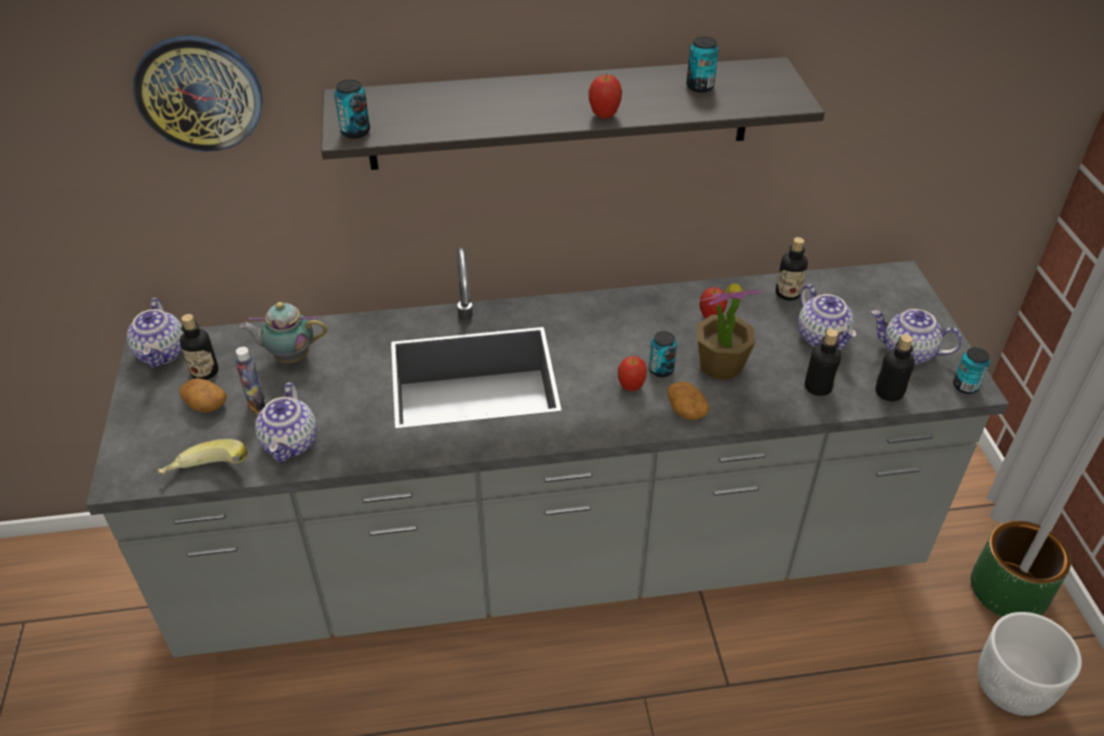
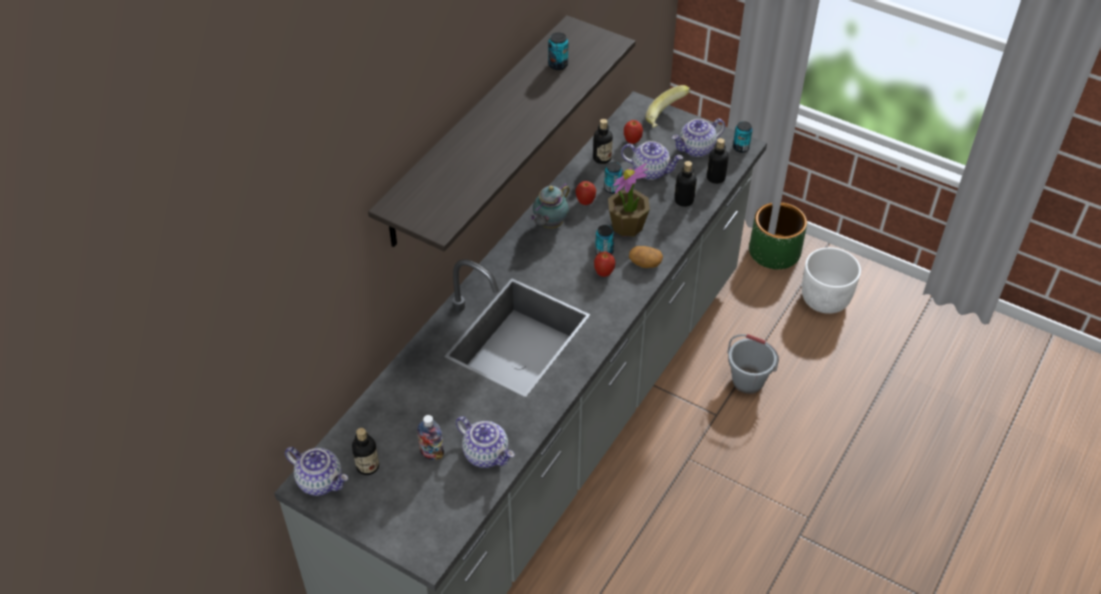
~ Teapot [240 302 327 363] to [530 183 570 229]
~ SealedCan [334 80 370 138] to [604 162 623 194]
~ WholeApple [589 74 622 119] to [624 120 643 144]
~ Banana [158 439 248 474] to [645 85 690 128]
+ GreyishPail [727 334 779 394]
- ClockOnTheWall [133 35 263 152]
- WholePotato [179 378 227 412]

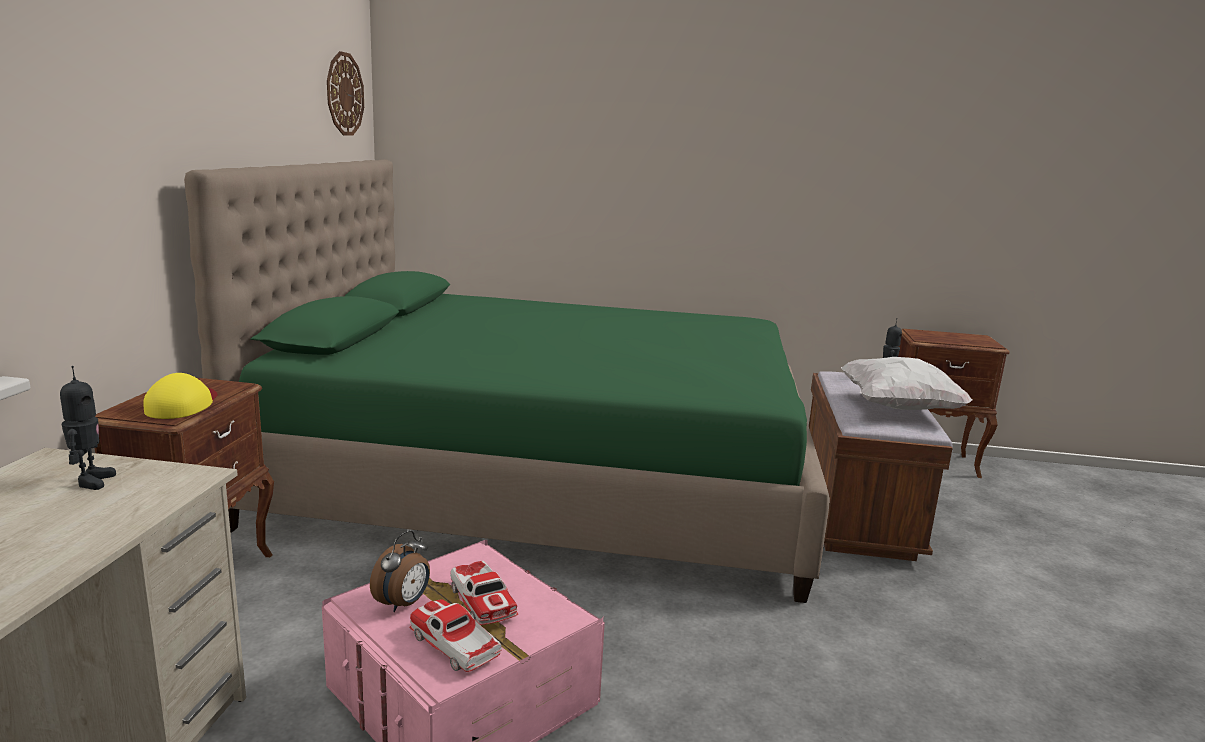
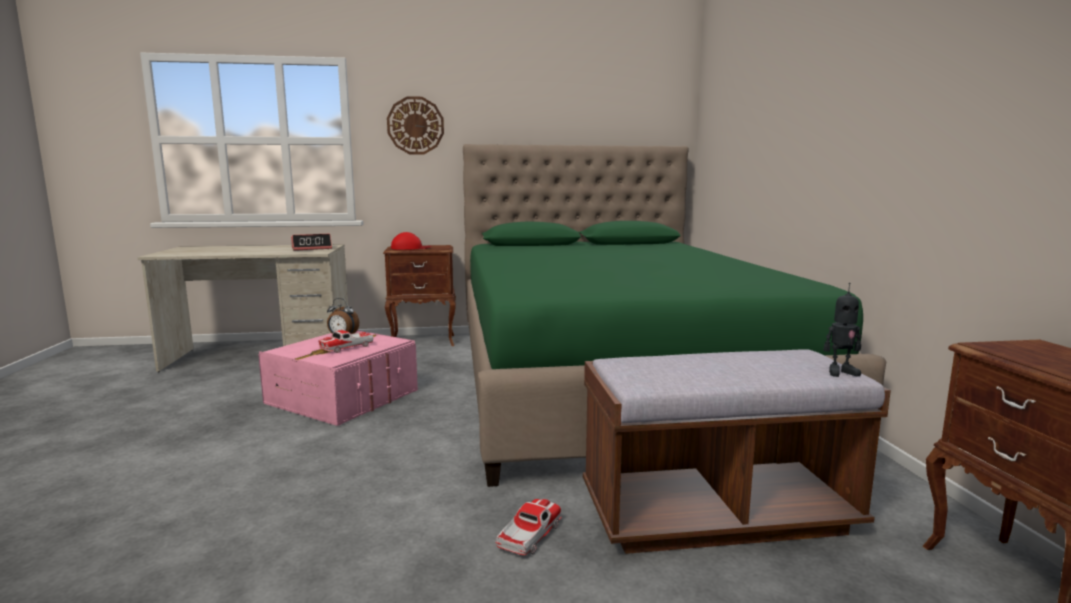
~ RobotFigure [60 366 116 490] to BedsideClock [291 234 332 251]
~ ClockOnTheWall [327 51 364 136] to [387 96 444 154]
~ YellowPeakedCap [143 373 217 419] to ReddishPeakedCap [391 232 431 250]
~ MiniatureCar [409 599 502 672] to [495 499 562 555]
- WhitishCushion [841 357 973 410]

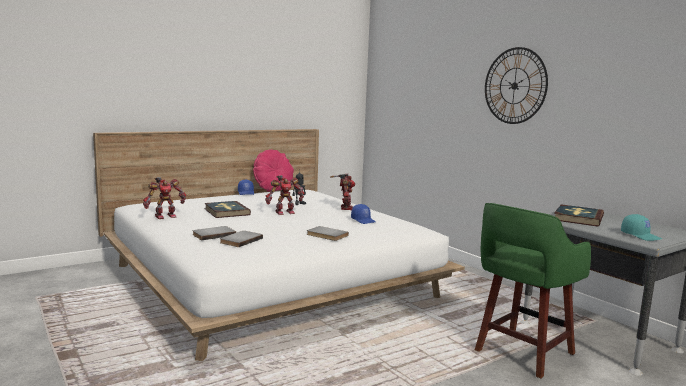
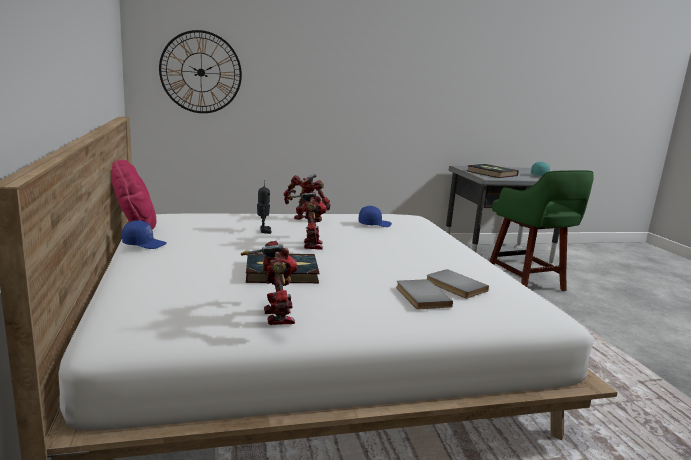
~ ClockOnTheWall [485 47 548 124] to [159 30 242 113]
- GreyishBook [307 226 349 241]

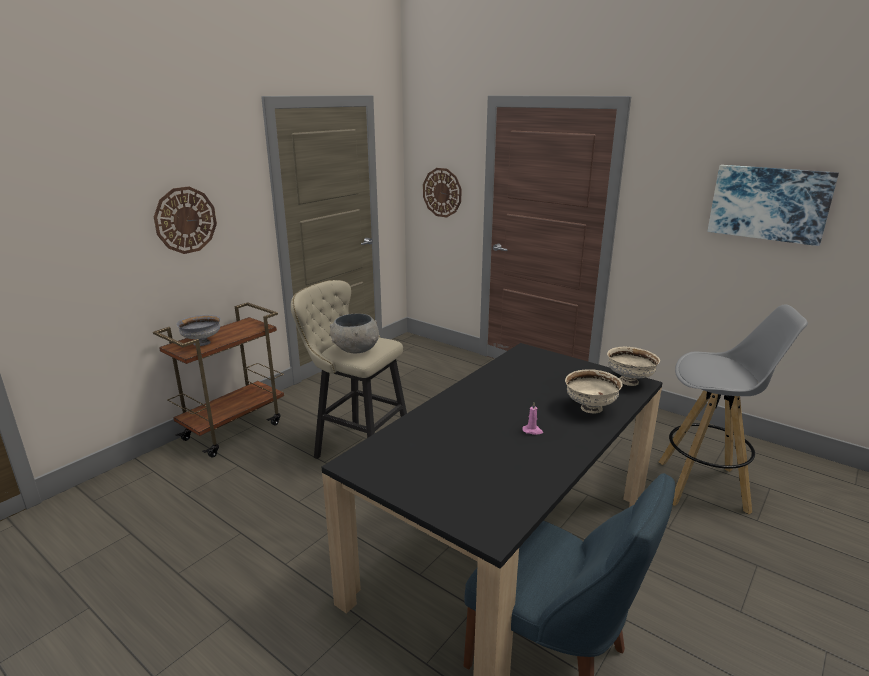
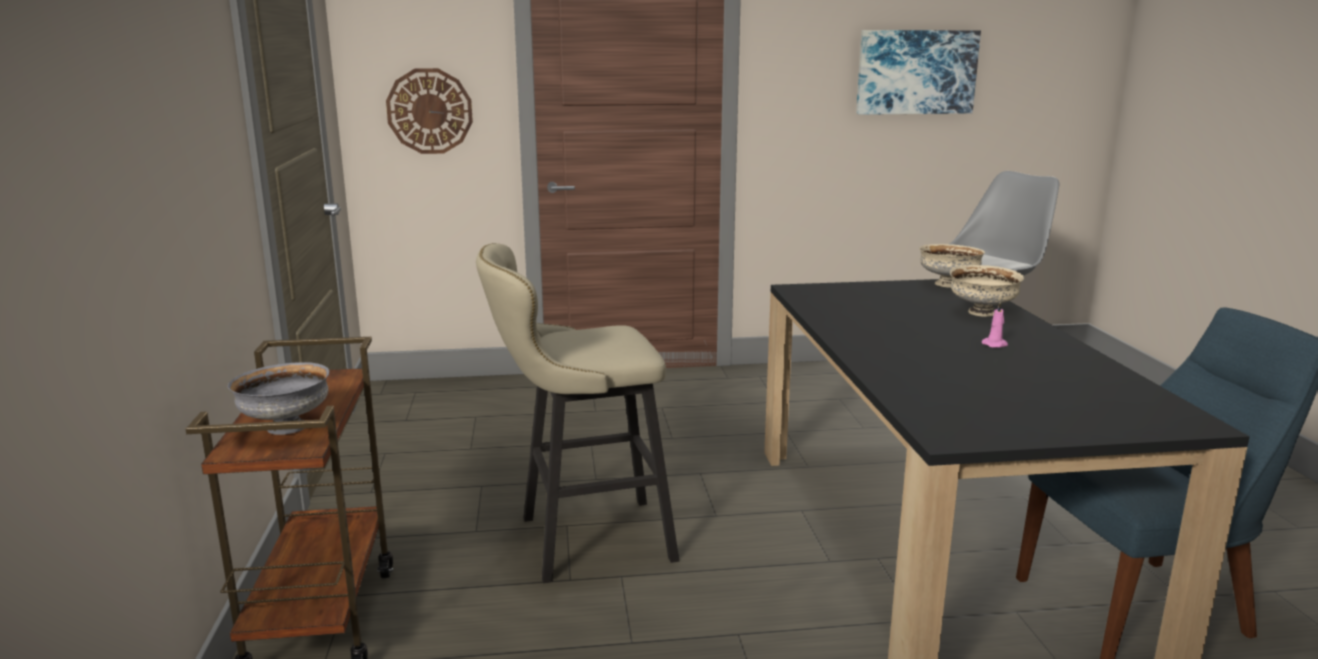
- ClockOnTheWall [154 186 217 254]
- GreyishServingBowl [330 314 379 353]

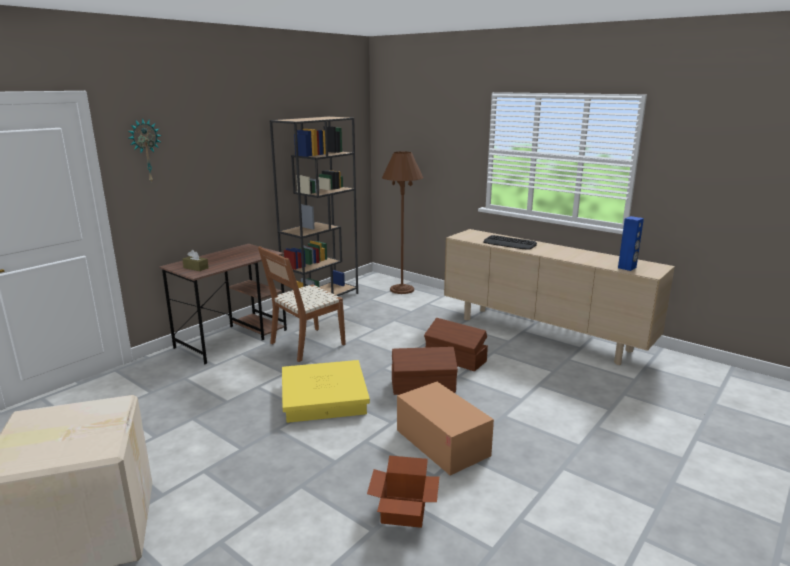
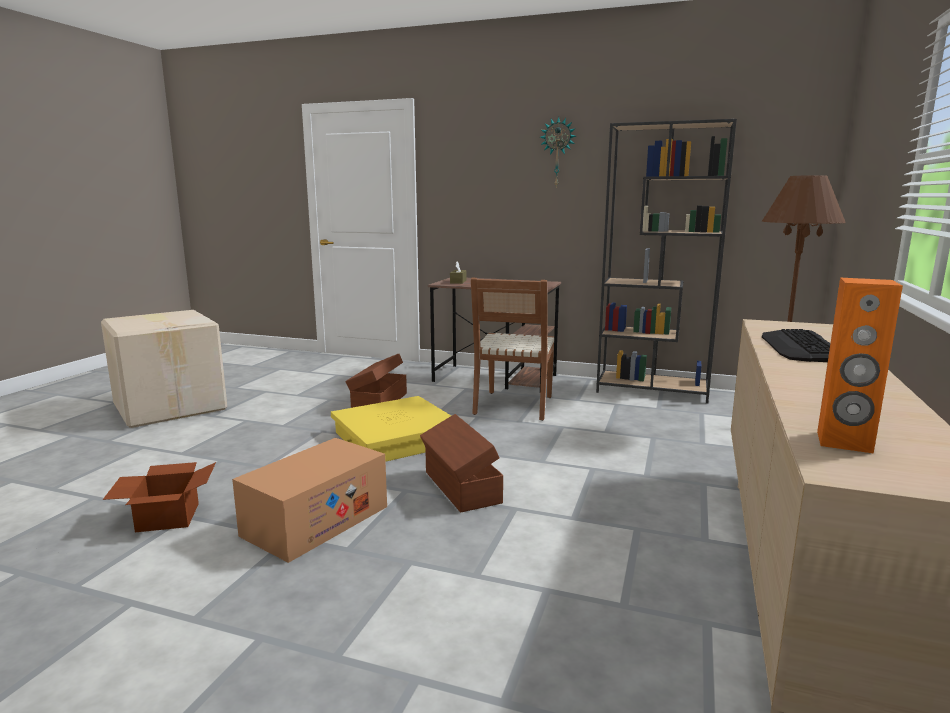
~ BrownishStorageBox [424 318 488 371] to [345 354 407 408]
~ Chair [258 246 346 362] = [471 278 554 421] 105 degrees counterclockwise
~ ClockOnTheWall [129 118 162 183] to [540 117 576 187]
~ BlueColouredAudioSpeaker [618 216 644 271] to OrangeyAudioSpeaker [817 278 903 453]

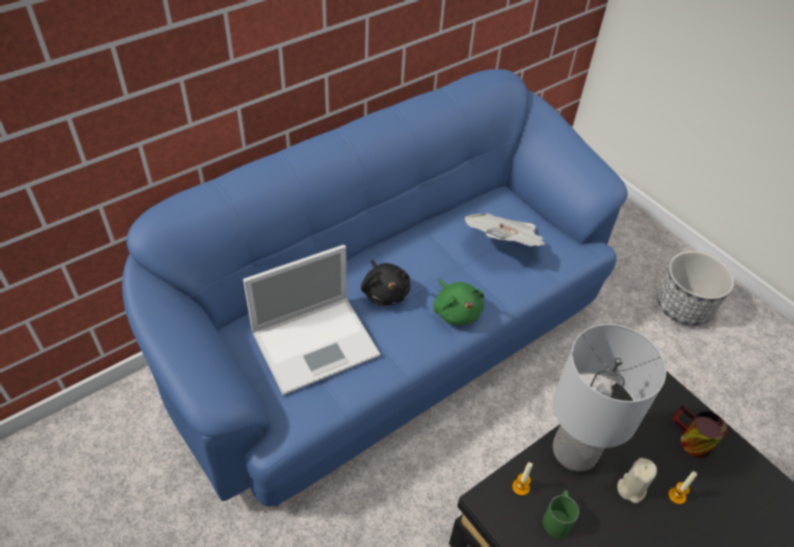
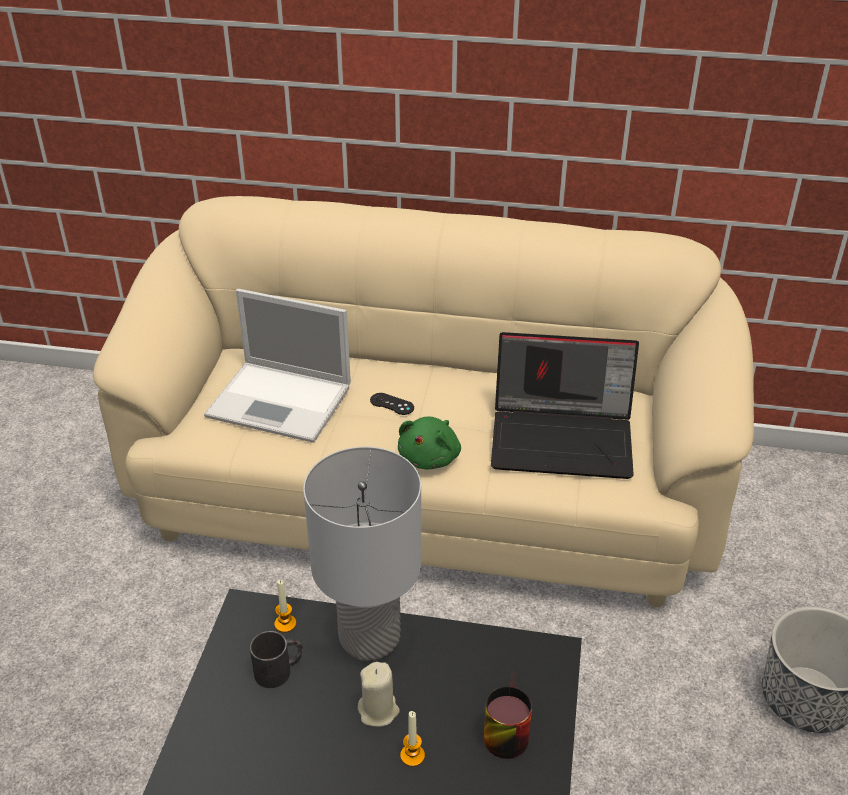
~ BlueColouredSettee [122 69 628 506] to SandColouredSettee [93 196 754 607]
~ GreenishCoffeeMug [543 490 579 538] to BlackishCoffeeMug [250 631 303 688]
~ BlackishSoftToy [361 260 410 305] to BlackishGameController [370 393 414 415]
~ DailyPaper [465 213 545 246] to Laptop [491 332 639 479]

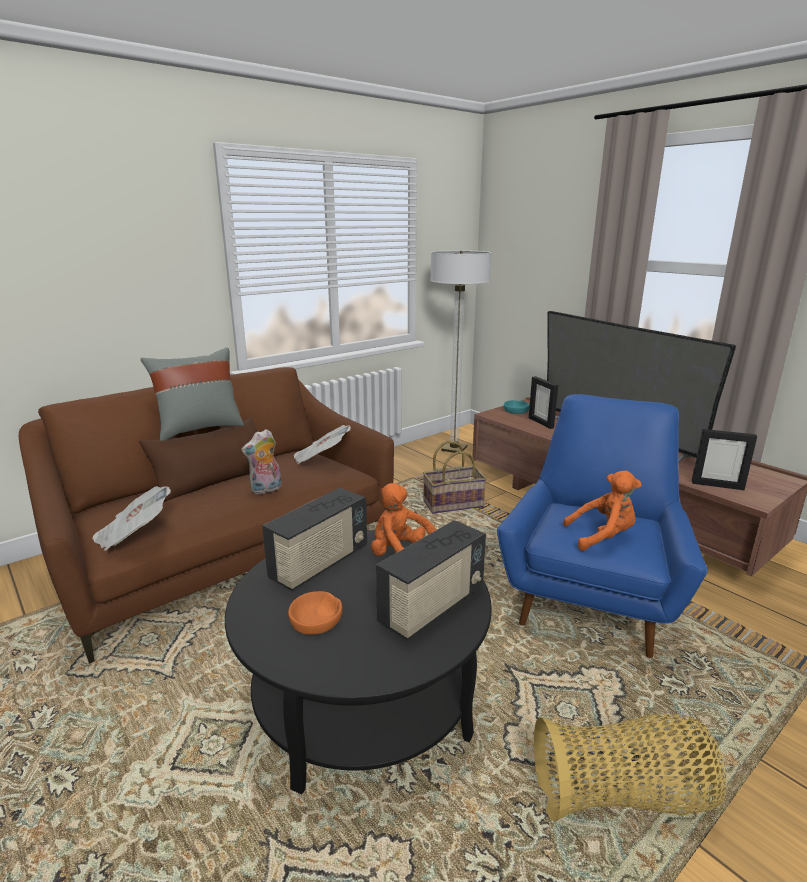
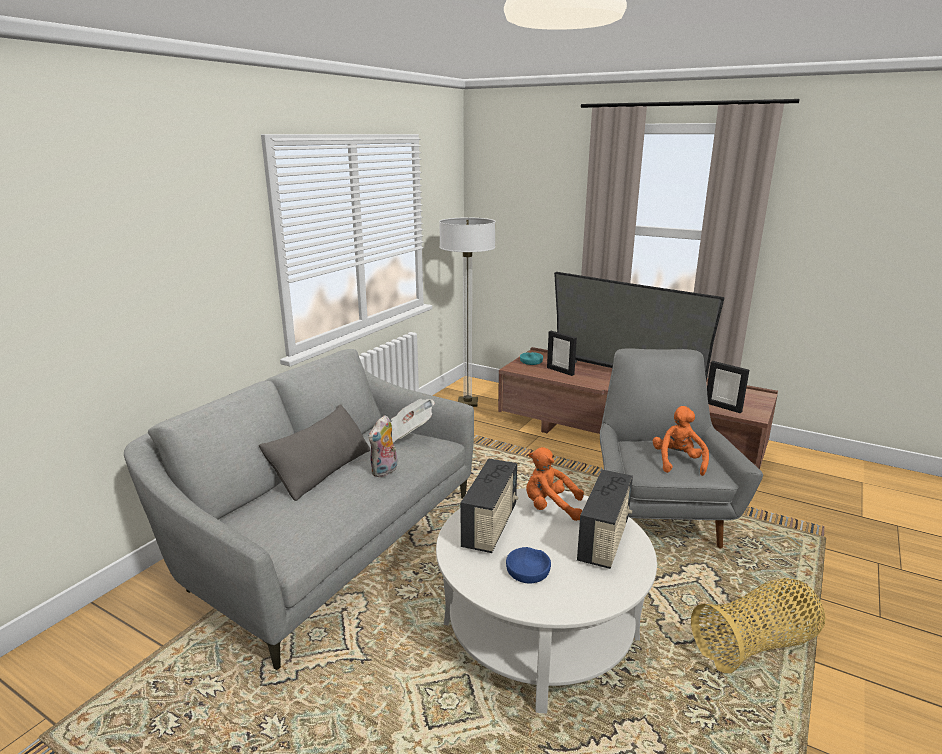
~ BrownishSettee [19 367 394 664] to GreyishSettee [124 349 474 670]
~ BlackishLoungeTable [225 530 492 795] to WhitishLoungeTable [436 488 657 713]
~ OrangeyServingBowl [288 591 342 635] to BlueColouredServingBowl [506 547 551 584]
~ BlueColouredLoungeChair [497 394 708 658] to GreyishLoungeChair [600 348 763 548]
~ OrangeySoftToy [563 471 642 551] = [653 406 709 476] 60 degrees counterclockwise
~ StandingFrame [692 429 757 490] = [707 361 749 413] 45 degrees clockwise
- DailyPaper [92 486 171 551]
- GreyishCushion [140 347 244 441]
- HouseholdBasket [423 441 487 514]

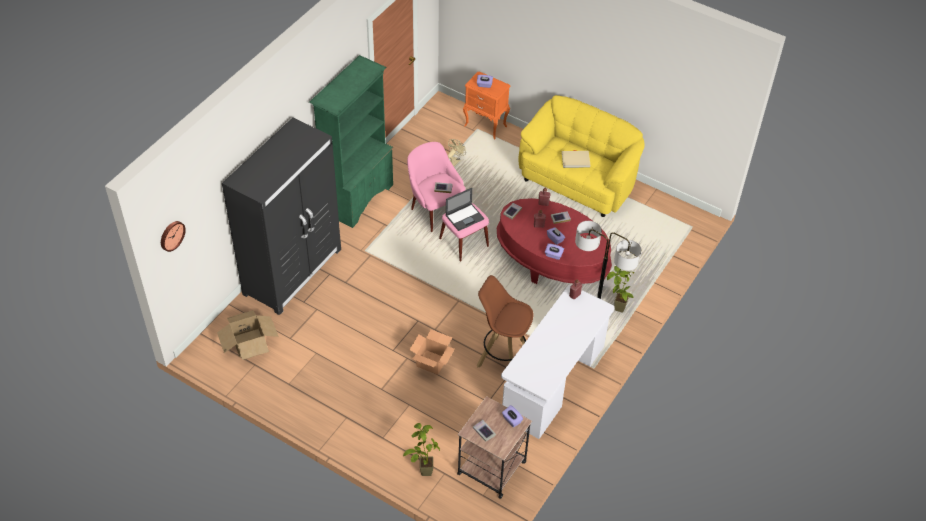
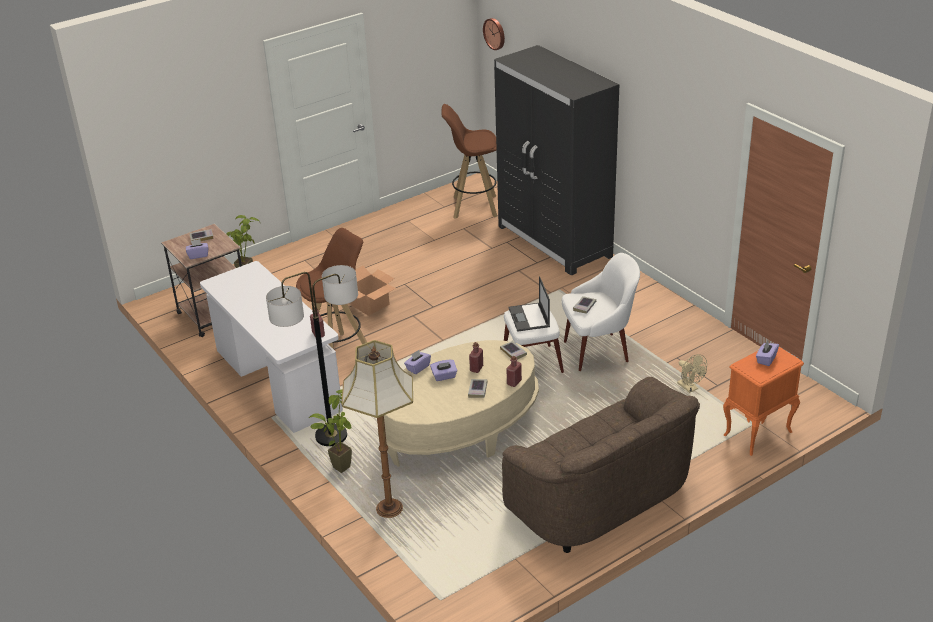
+ StandingLamp [342 340 413 518]
~ ReddishLoungeTable [497 198 612 284] to SandColouredLoungeTable [378 340 539 467]
~ CardboardBox [217 310 279 360] to BrownishStoolSeat [441 104 497 219]
~ YellowSettee [519 95 645 217] to BrownishSettee [502 377 700 553]
~ PinkLoungeChair [407 142 489 262] to WhitishLoungeChair [504 253 640 373]
- GreenishShelvingUnit [309 55 394 228]
- SandColouredBook [562 150 591 168]

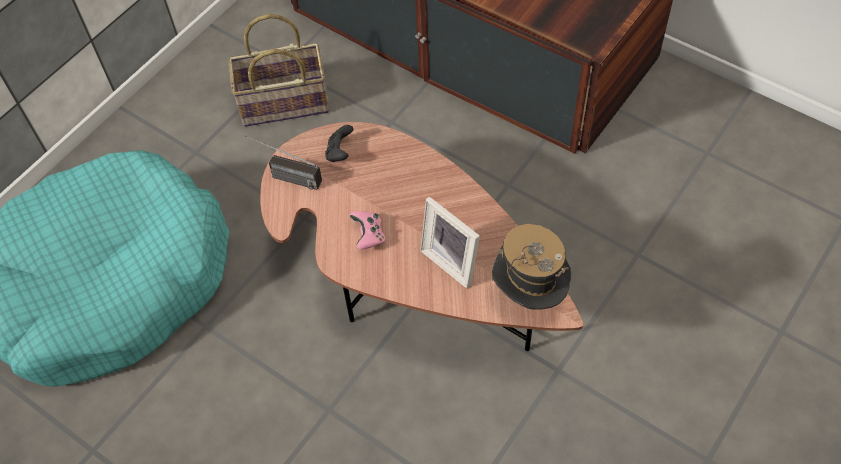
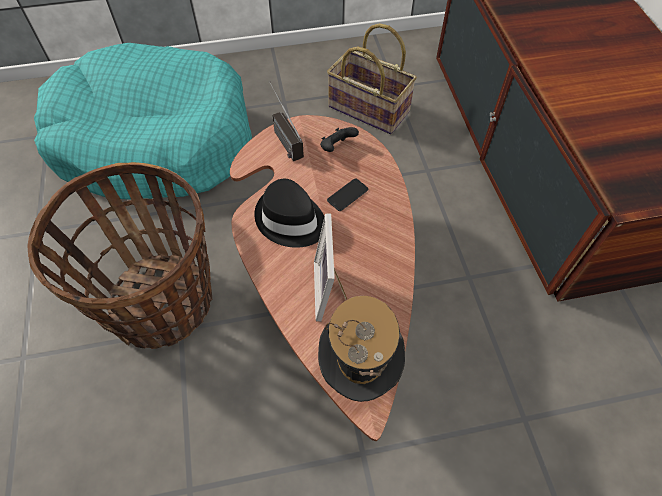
+ HouseholdBasket [27 162 212 349]
~ PinkGameController [349 211 386 249] to BlackishWearableHat [255 179 324 248]
+ Phone [327 178 368 211]

